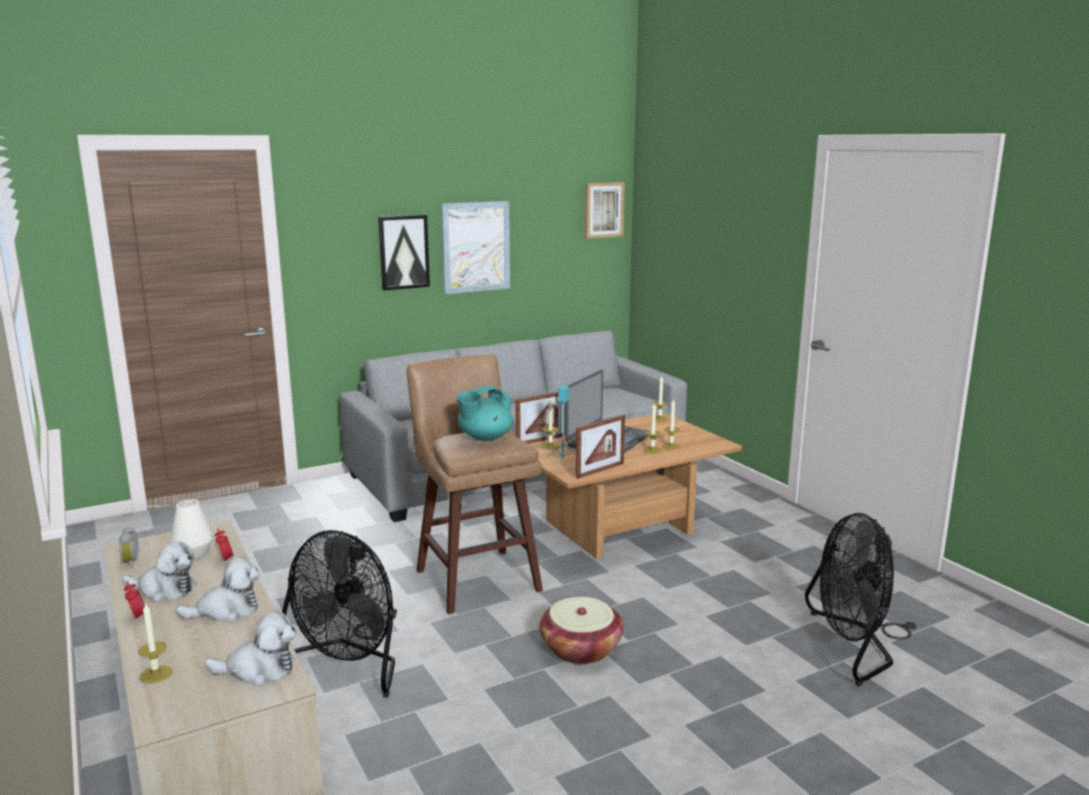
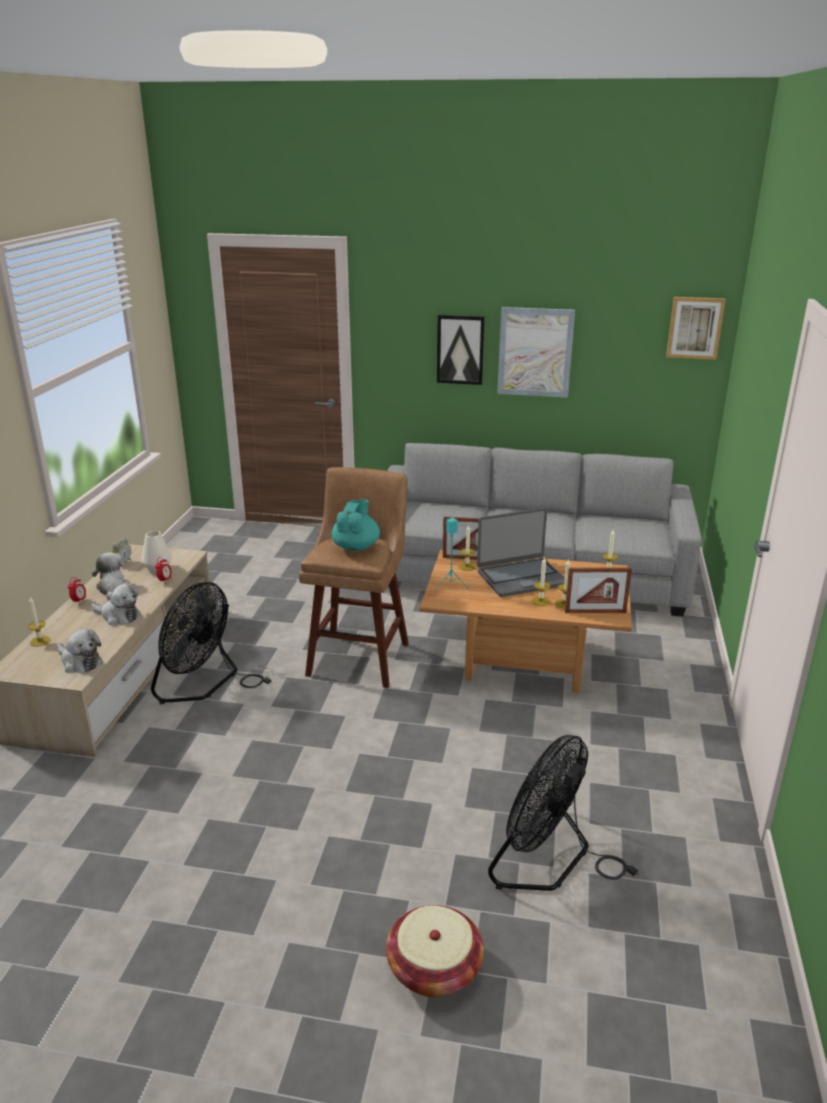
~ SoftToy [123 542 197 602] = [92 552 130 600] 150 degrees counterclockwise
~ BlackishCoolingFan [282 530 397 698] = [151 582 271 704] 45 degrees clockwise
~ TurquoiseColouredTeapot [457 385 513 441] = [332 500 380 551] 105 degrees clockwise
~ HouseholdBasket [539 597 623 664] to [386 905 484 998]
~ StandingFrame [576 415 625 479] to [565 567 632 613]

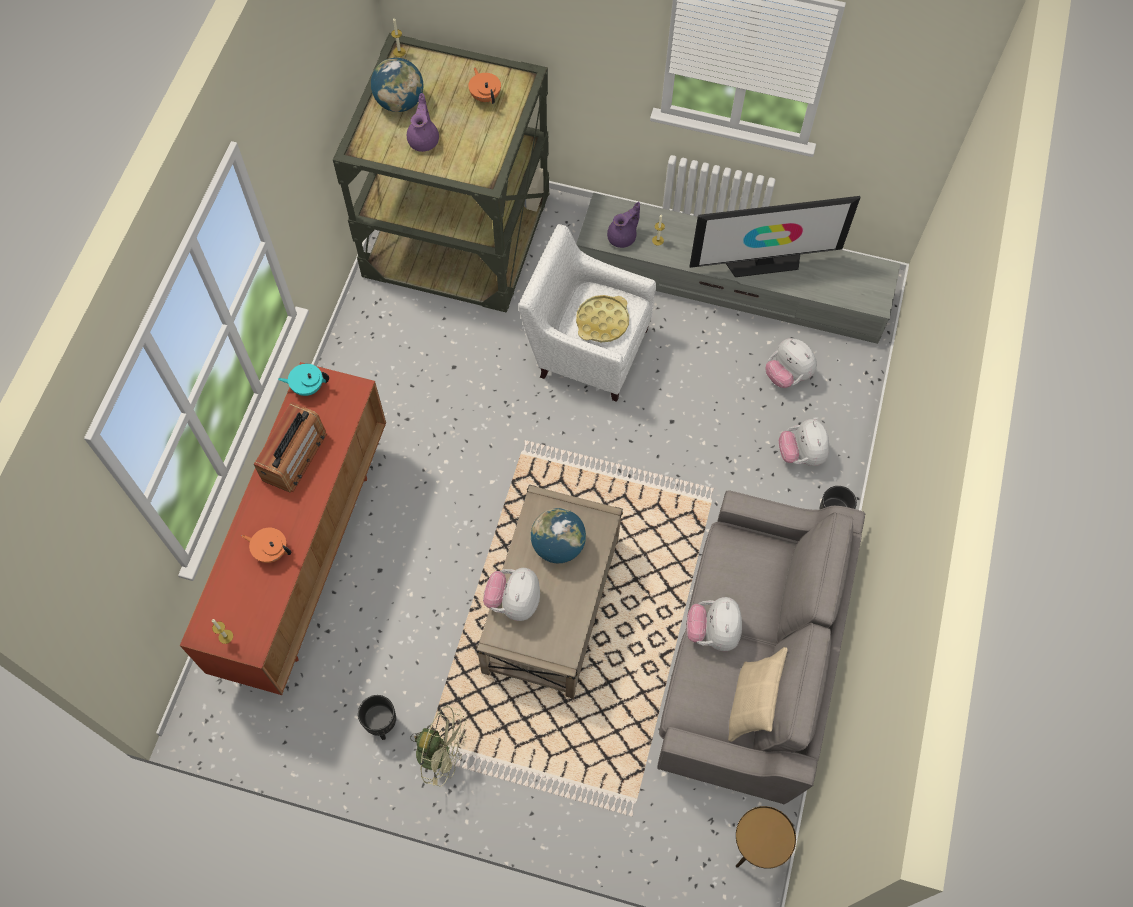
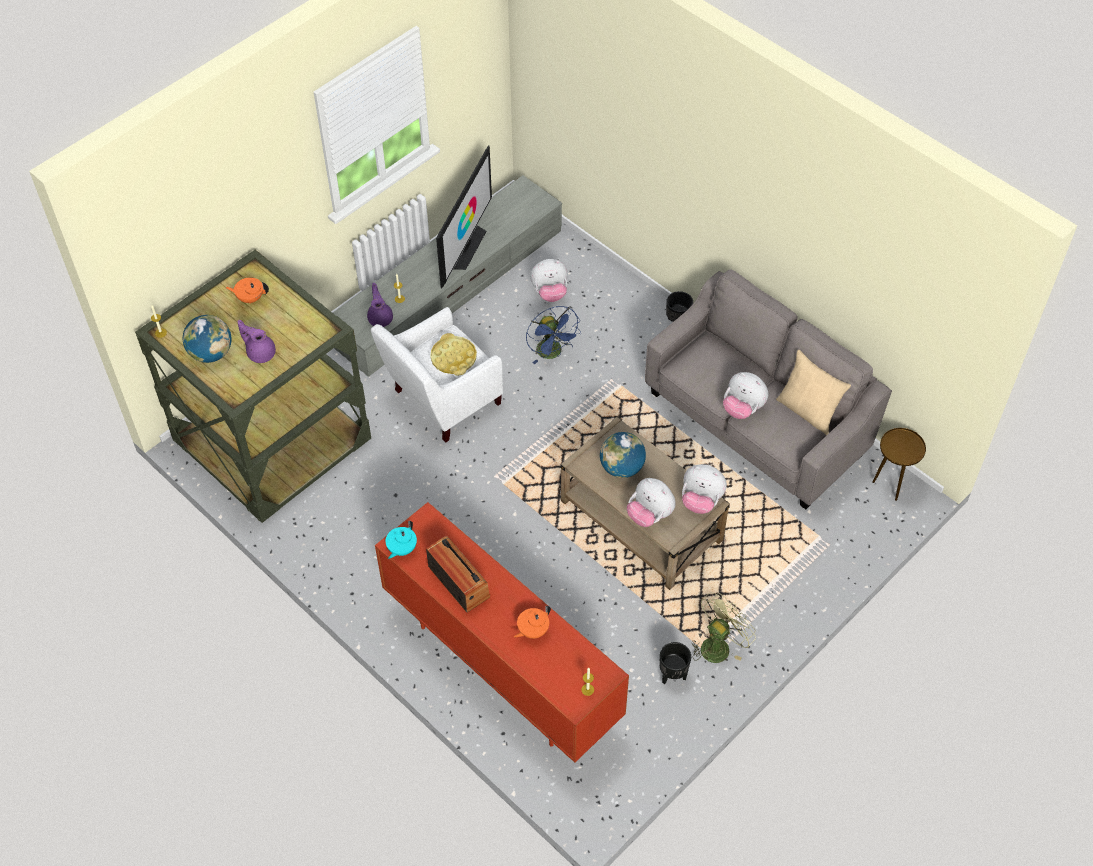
+ BlueColouredCoolingFan [526 306 581 364]
~ SoftToy [779 419 829 466] to [682 464 727 514]

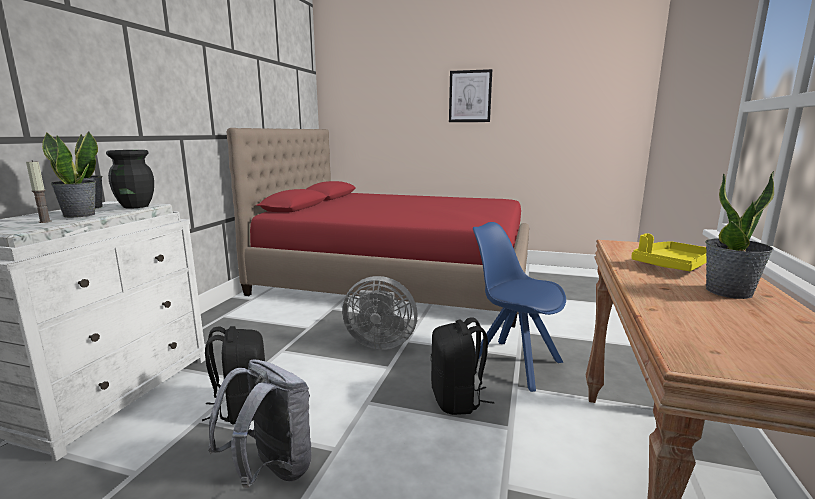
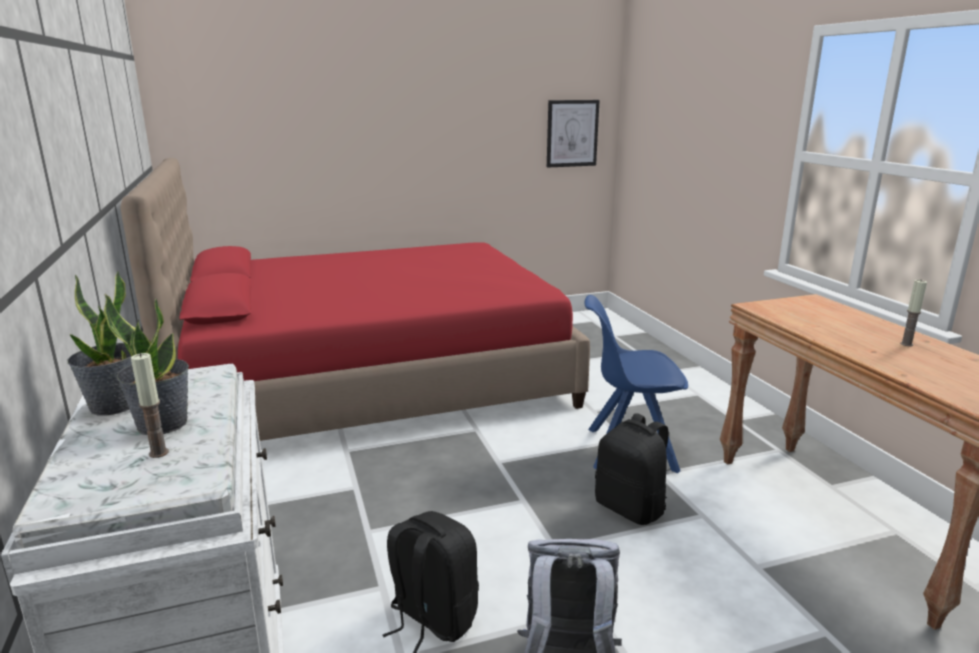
~ WallPicture [449 69 492 122] to [547 100 600 168]
~ PlantInAPot [705 171 774 299] to WaxLight [900 279 927 346]
- BlackishFlowerVase [106 150 154 209]
- GreyishCoolingFan [342 276 418 350]
- YellowCarryingTray [631 233 707 271]

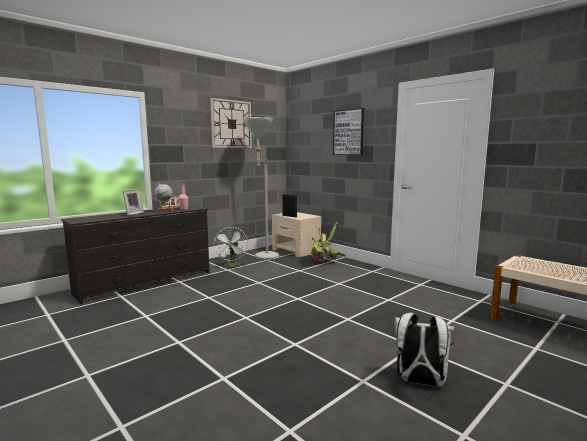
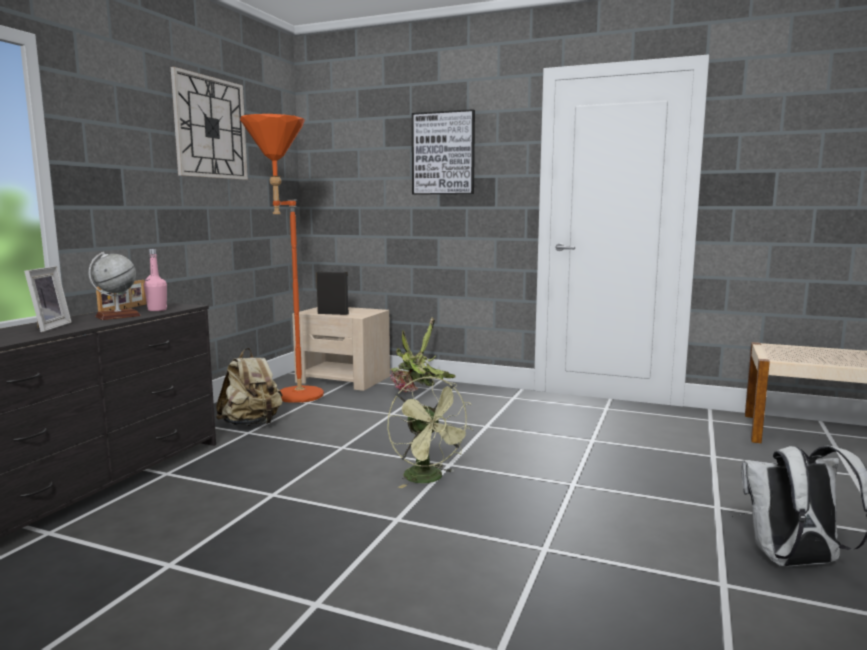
~ WhitishCoolingFan [214 227 248 267] to SandColouredBackpack [216 348 283 426]
~ GreyishStandingLamp [242 117 279 260] to OrangeyStandingLamp [240 114 324 403]
+ GreenishCoolingFan [387 376 473 488]

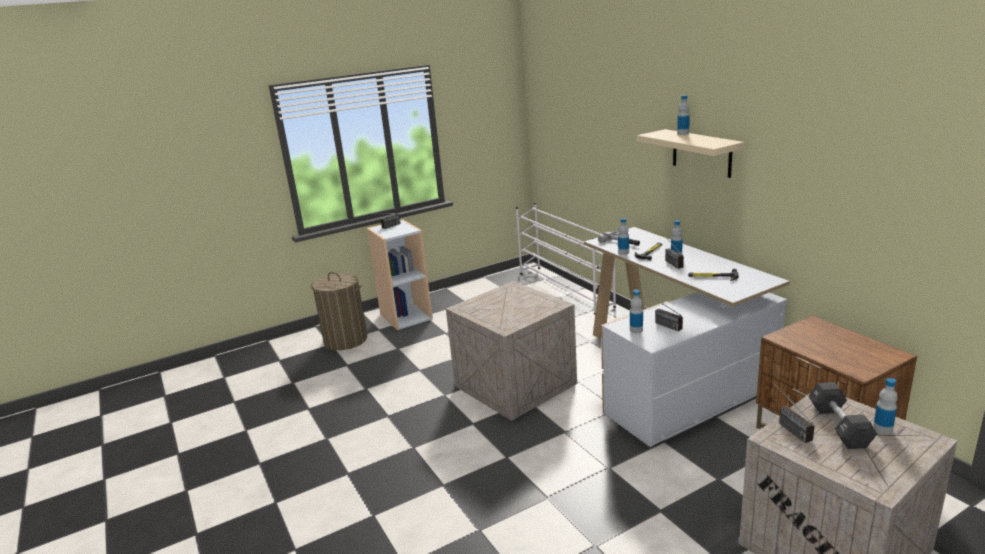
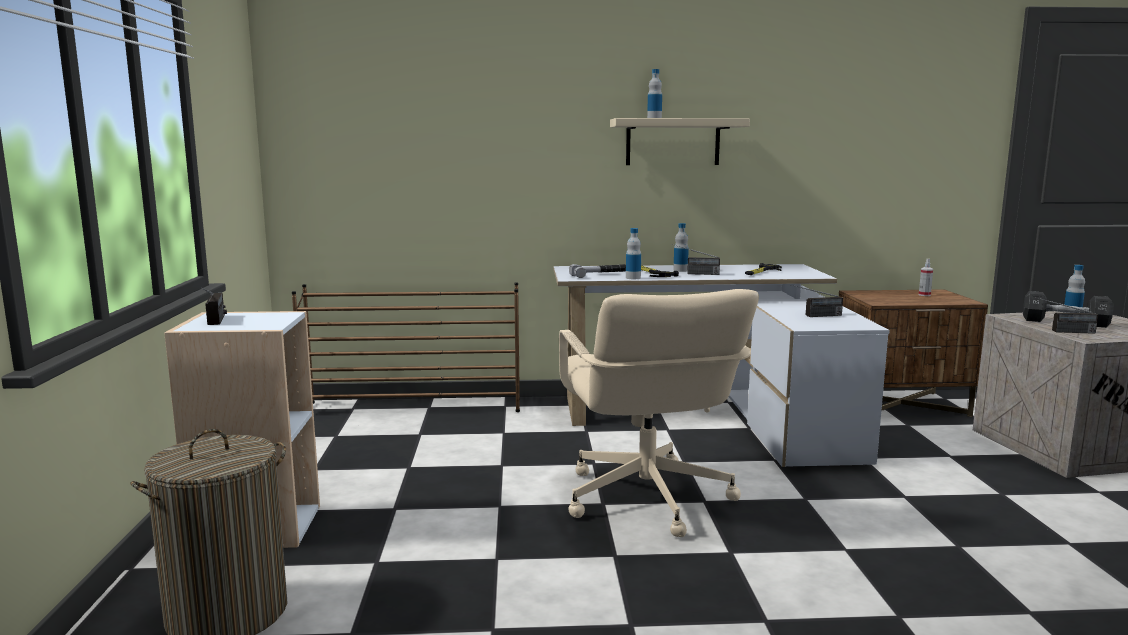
~ WhitishShoeStand [516 202 616 315] to BrownishShoeStand [292 282 520 412]
~ Crate [446 281 577 421] to SandColouredDeskChair [559 289 759 537]
+ SprayBottle [919 259 933 296]
- Bottle [630 290 643 333]

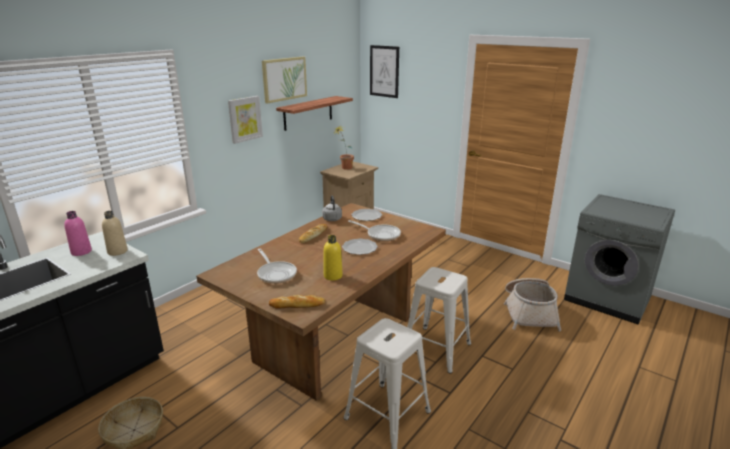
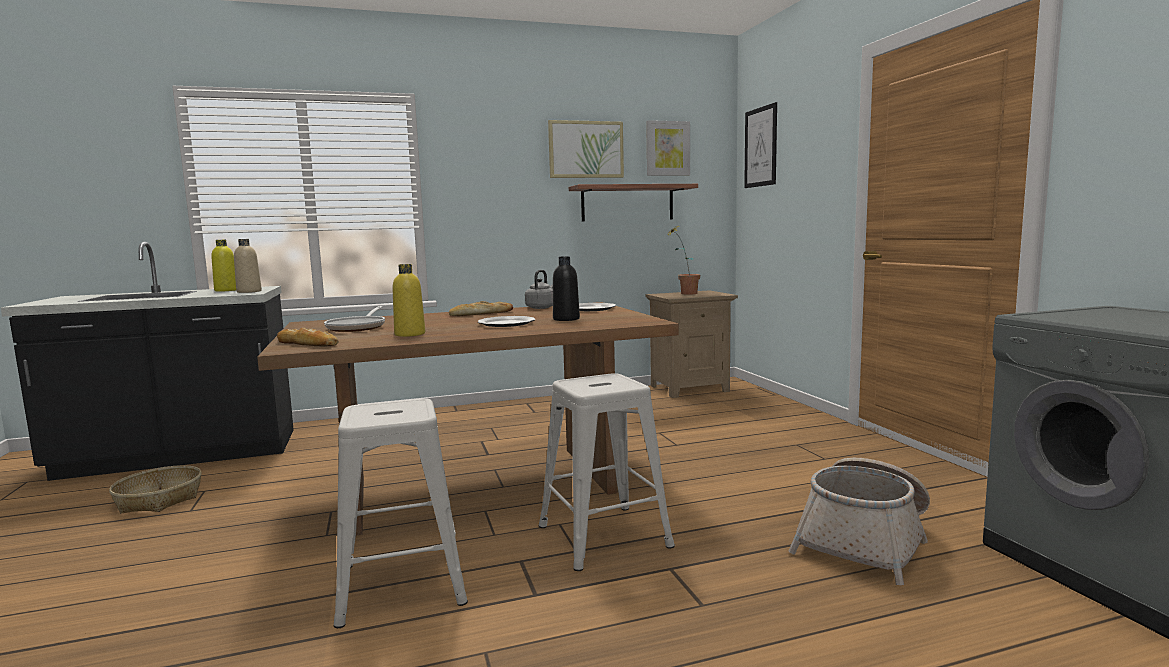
~ PinkBottle [64 211 92 256] to YellowBottle [211 240 236 292]
~ Pan [348 220 401 241] to BlackishBottle [553 256 580 321]
~ WallPicture [228 96 263 144] to [646 120 690 176]

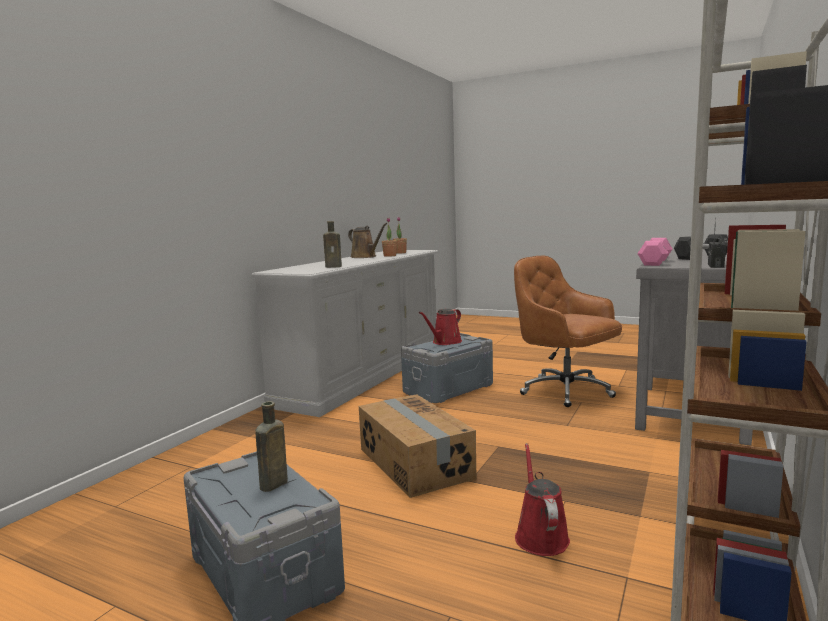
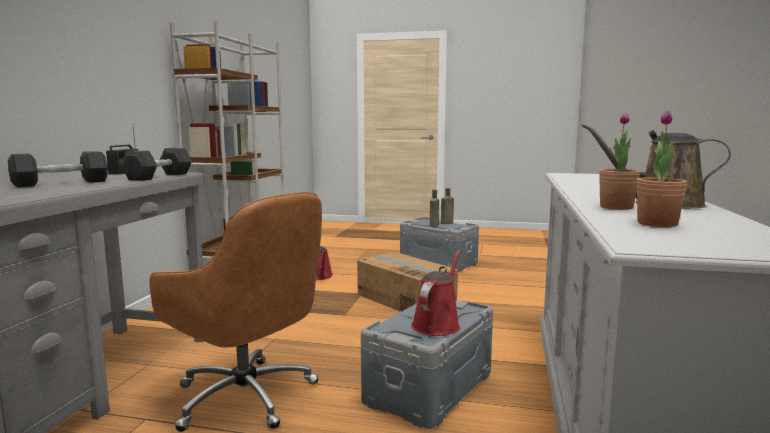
~ PinkFreeWeight [637 238 673 266] to BlackishFreeWeight [121 148 192 181]
~ BrownishBottle [323 221 342 268] to [441 188 454 224]

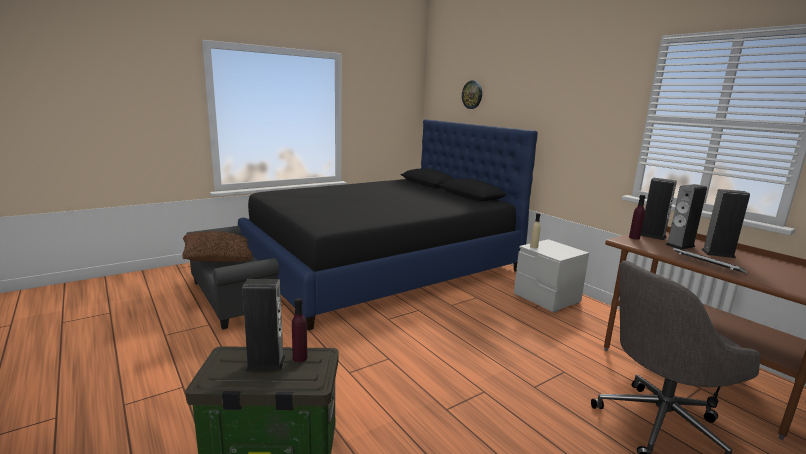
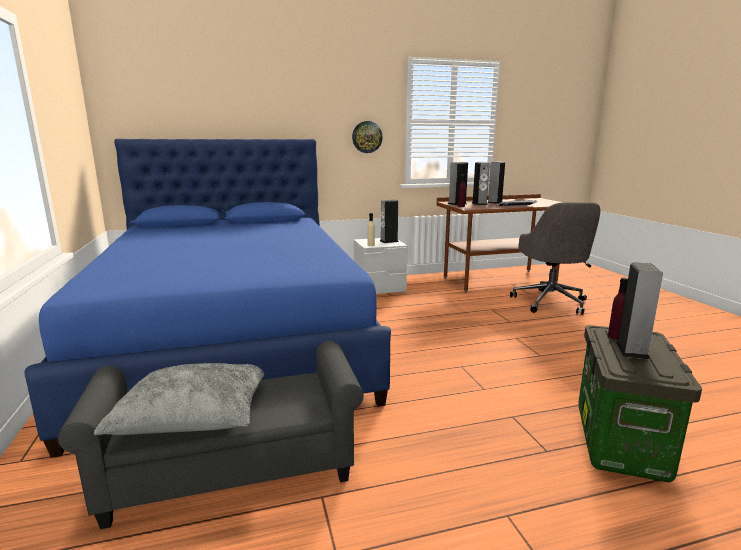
~ BlackishBed [238 119 538 330] to BlueColouredBed [25 139 391 458]
~ BrownishCushion [182 231 253 262] to GreyishCushion [94 363 264 435]
~ ClockOnTheWall [462 81 482 109] to [352 121 383 153]
+ AudioSpeaker [380 199 399 243]

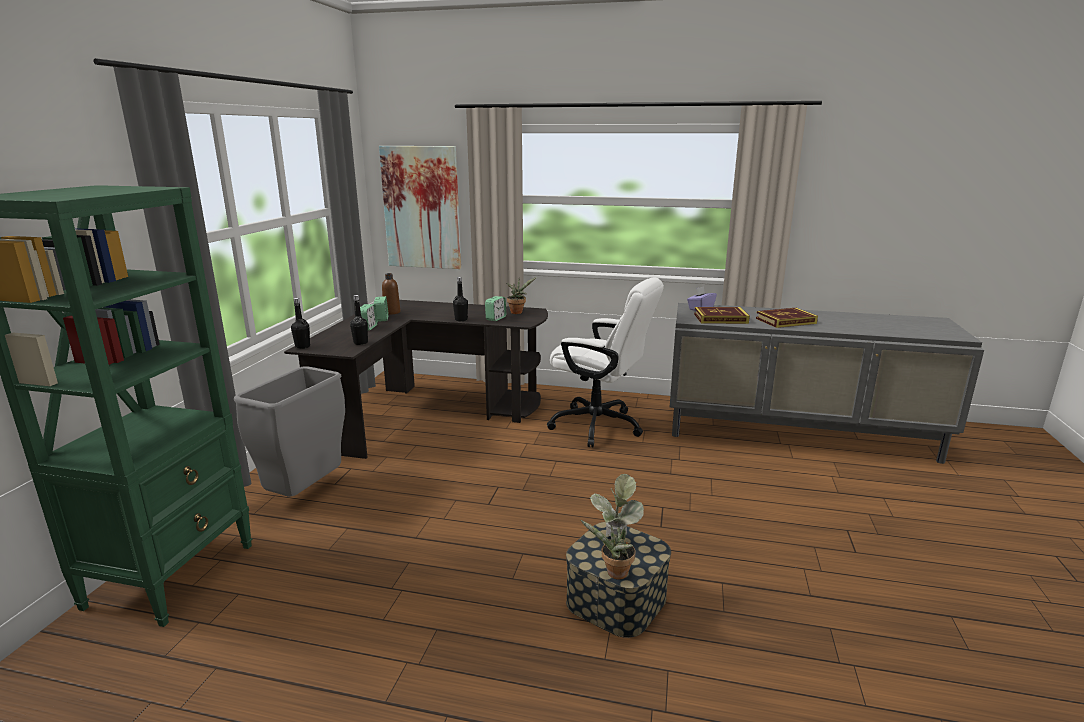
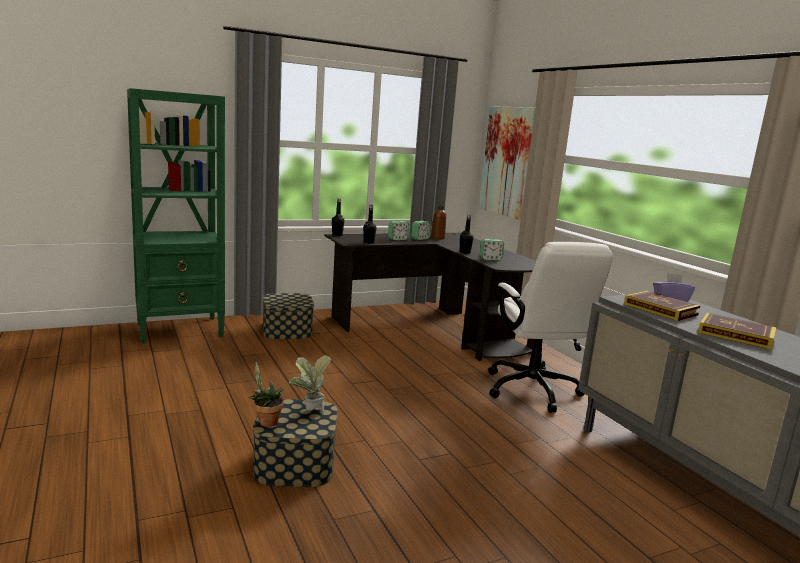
~ GreyishRubbishBin [234 366 345 497] to StorageBox [263 293 314 339]
- PlantInAPot [506 277 537 314]

